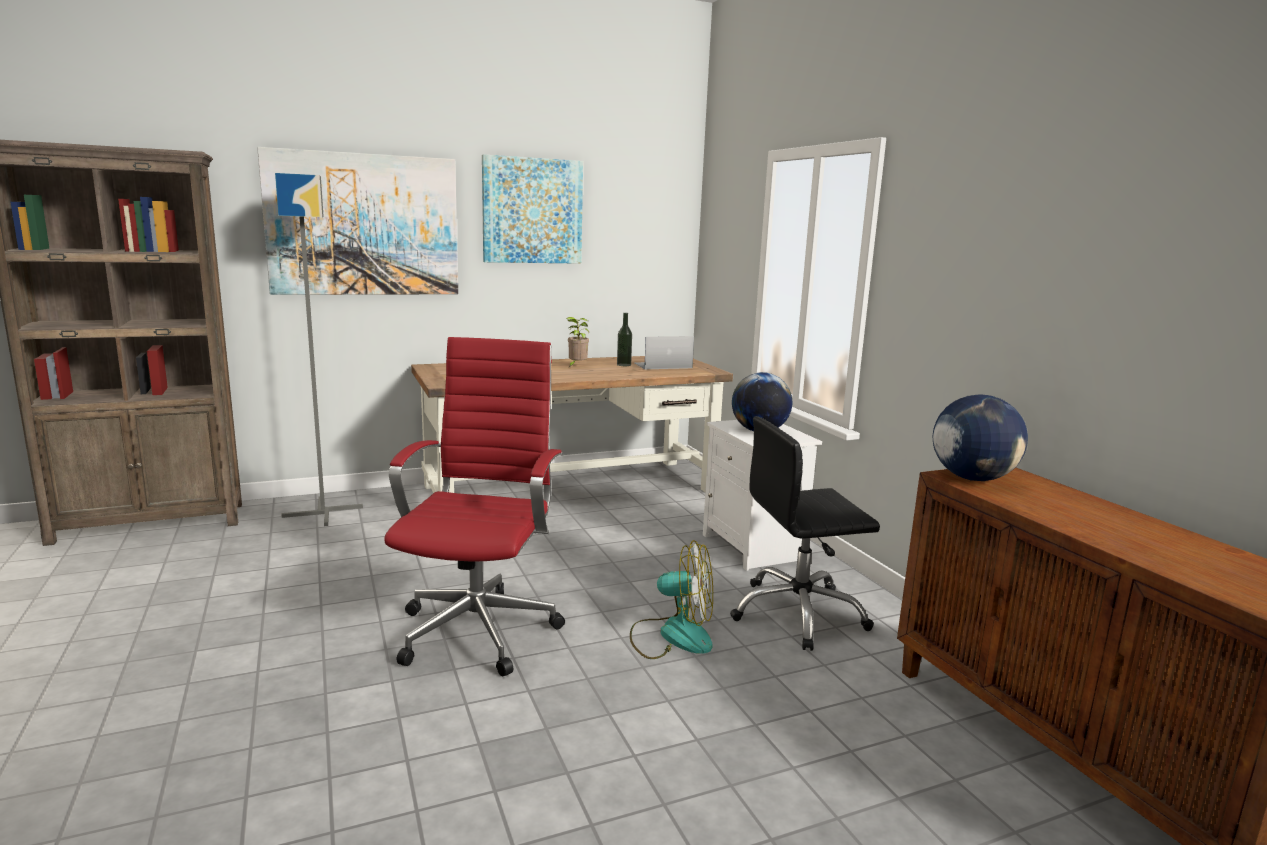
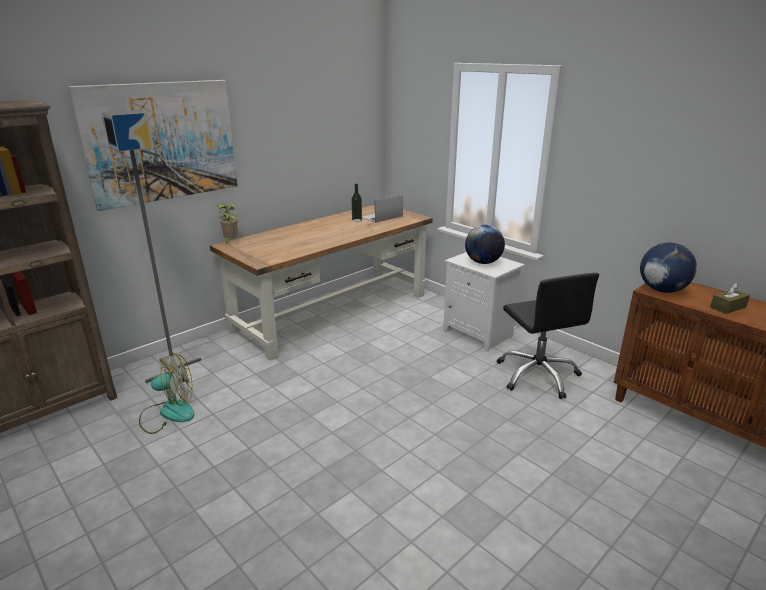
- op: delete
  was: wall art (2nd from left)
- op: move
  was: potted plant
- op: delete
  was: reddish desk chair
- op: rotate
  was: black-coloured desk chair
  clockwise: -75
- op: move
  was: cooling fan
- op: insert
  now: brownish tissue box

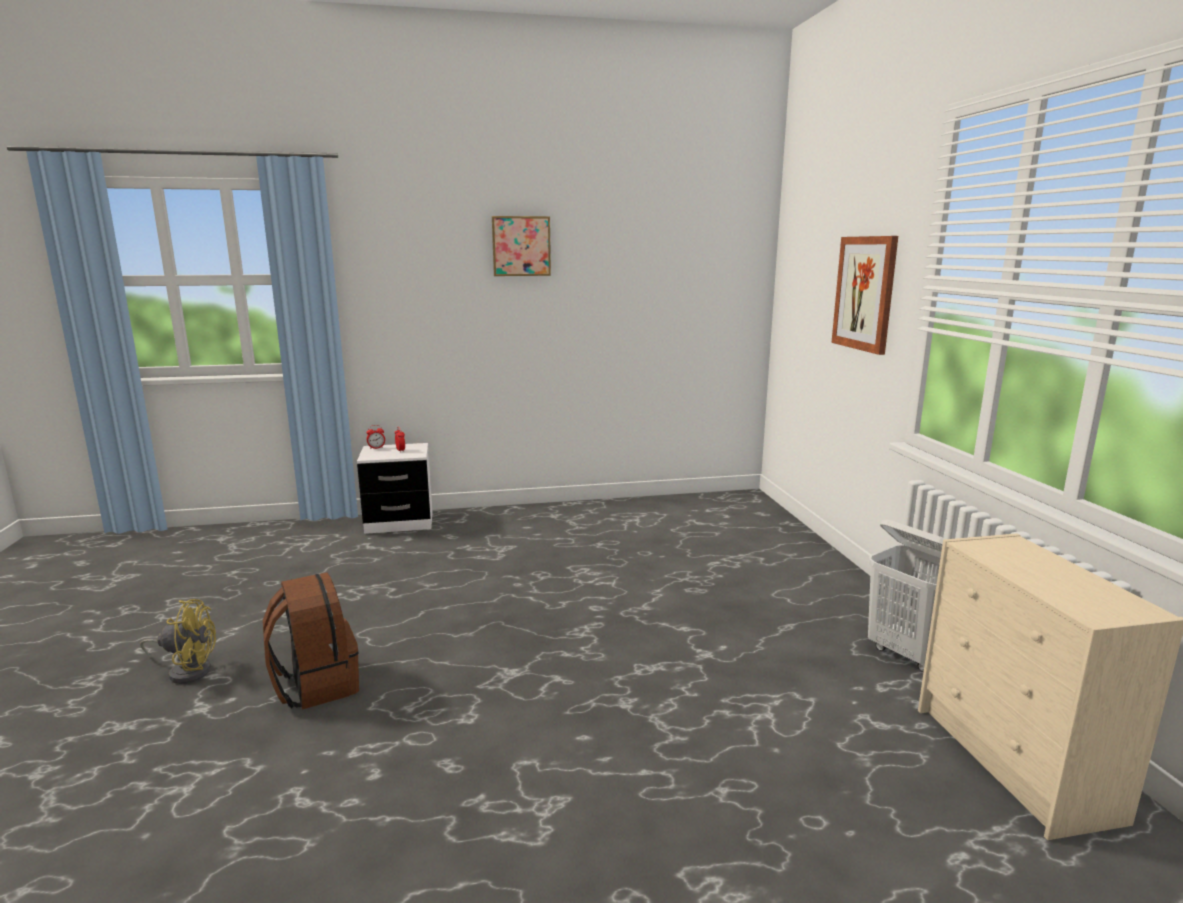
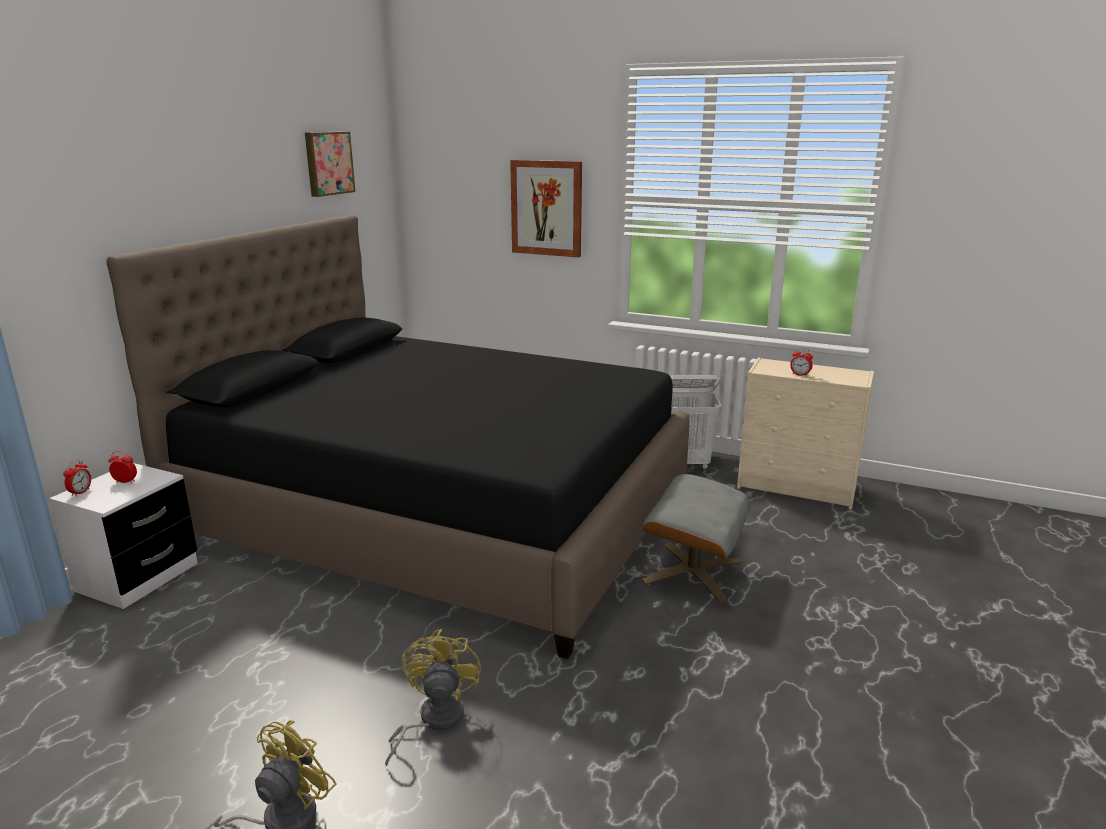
- op: move
  was: wall art (1st from left)
- op: replace
  was: brownish backpack
  now: yellow-coloured cooling fan (2nd from left)
- op: insert
  now: black-coloured bedroom bed
- op: insert
  now: bedside clock (3rd from left)
- op: insert
  now: gray ottoman

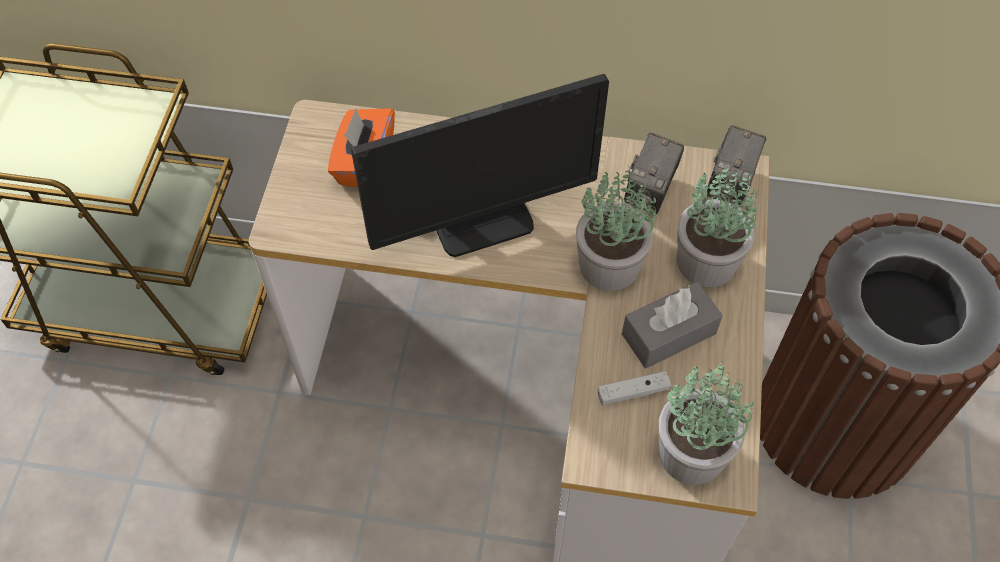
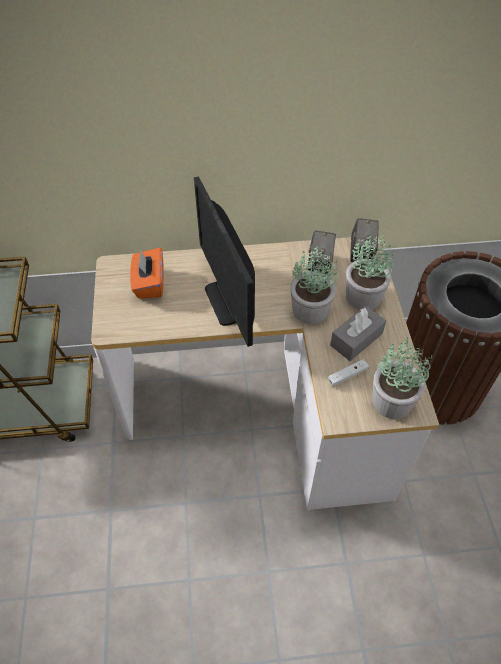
- op: rotate
  was: computer display
  clockwise: 105

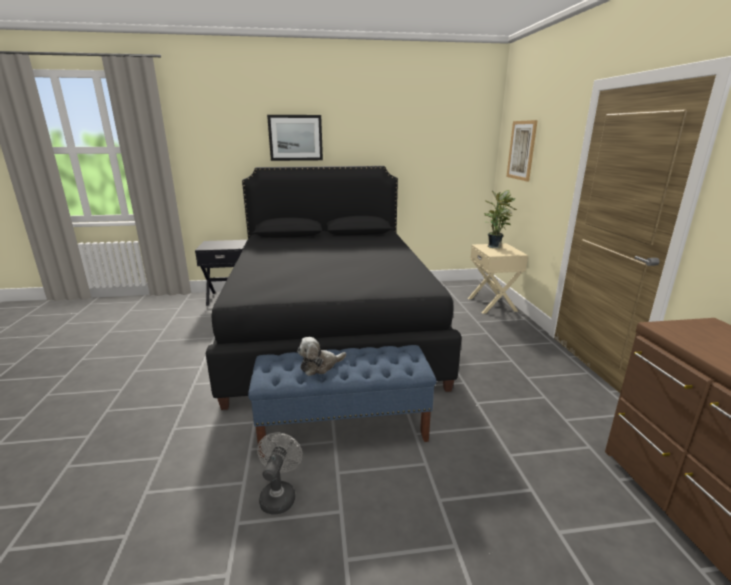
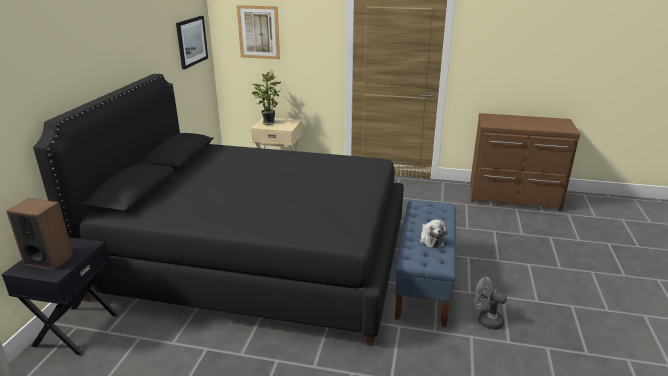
- op: move
  was: wall art (1st from left)
- op: insert
  now: loudspeaker

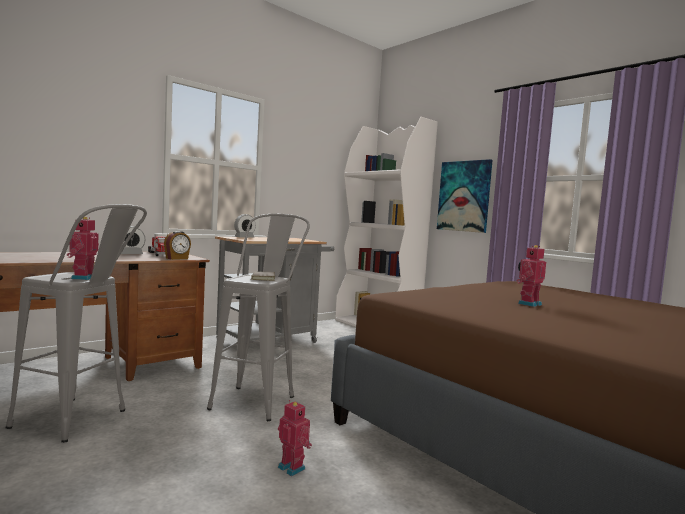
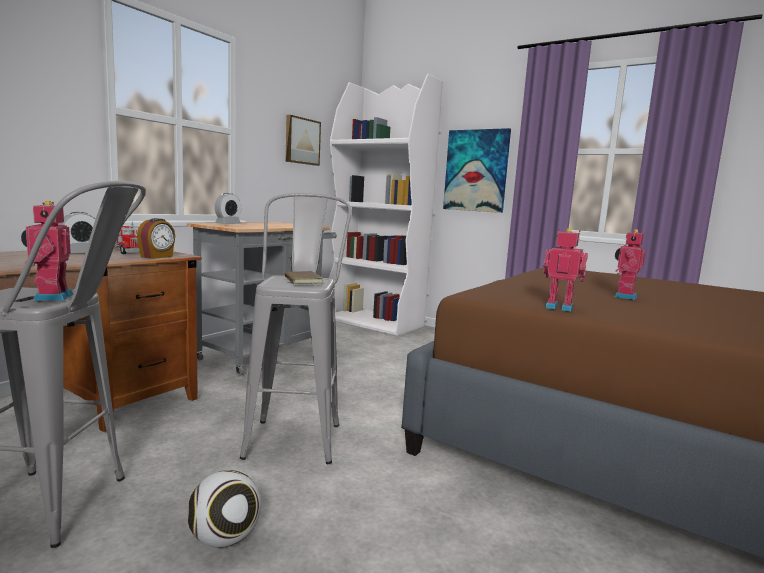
- op: move
  was: toy robot (2nd from left)
- op: insert
  now: wall art (1st from left)
- op: insert
  now: ball for football

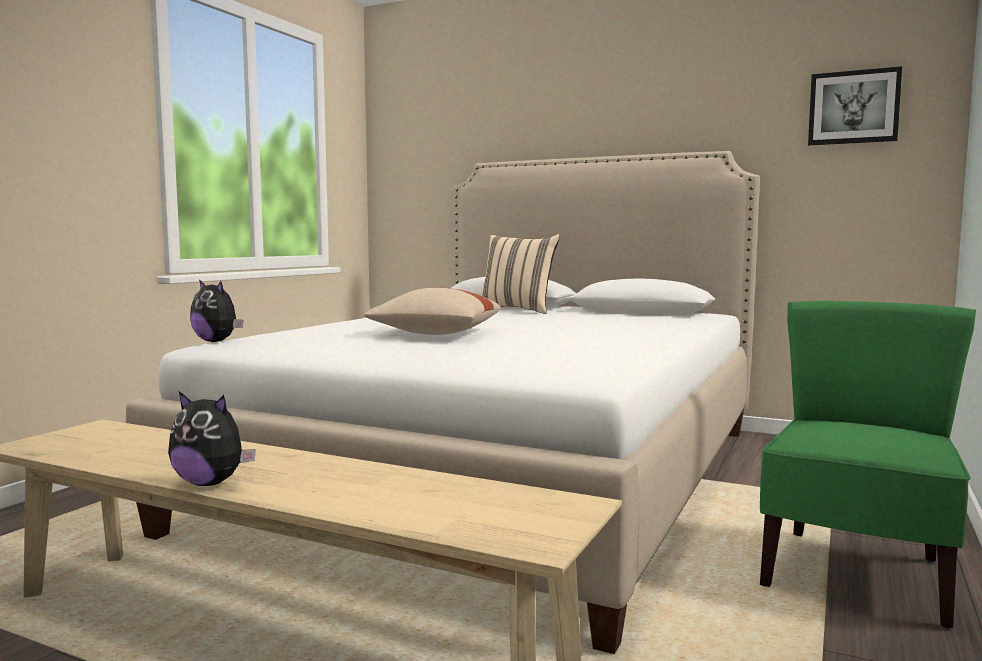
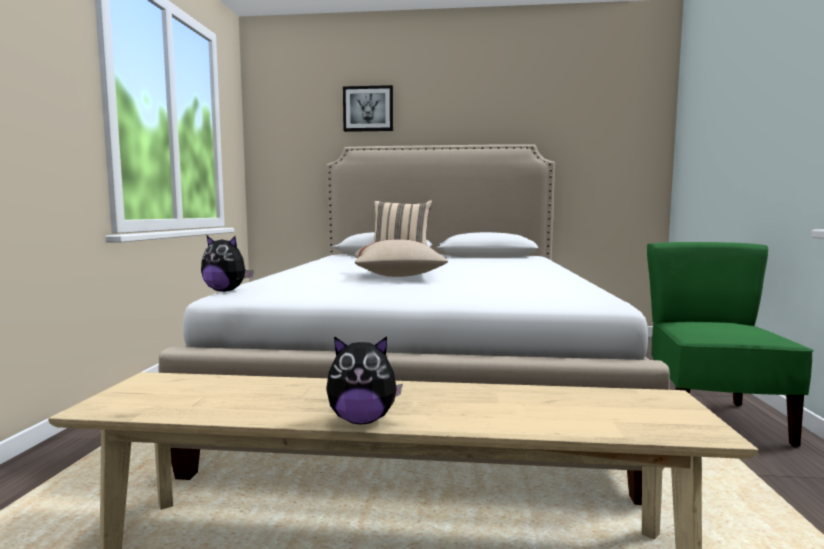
- op: move
  was: wall art

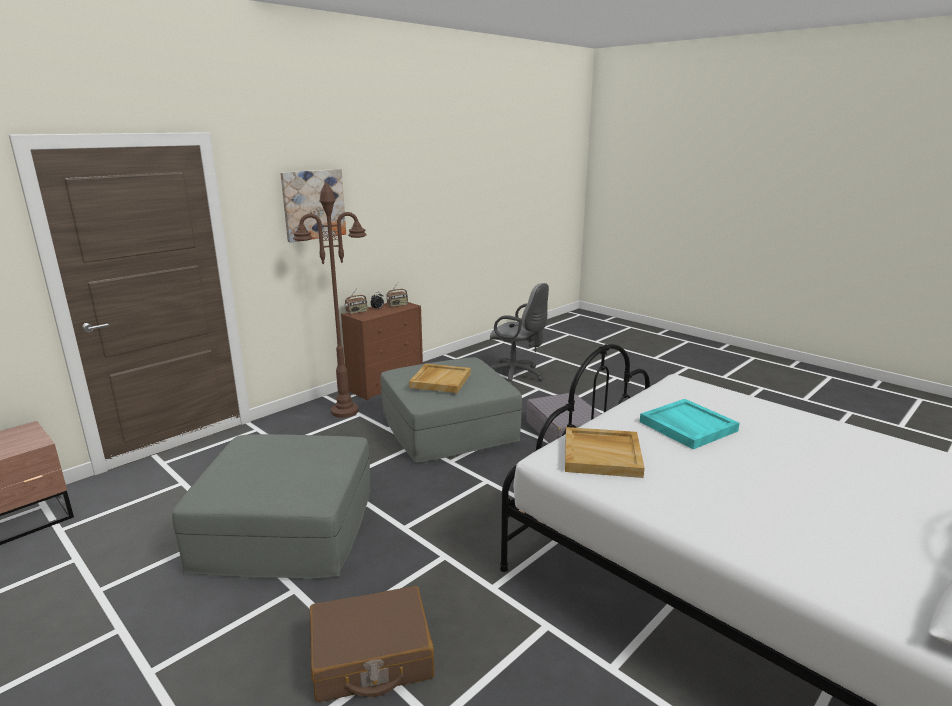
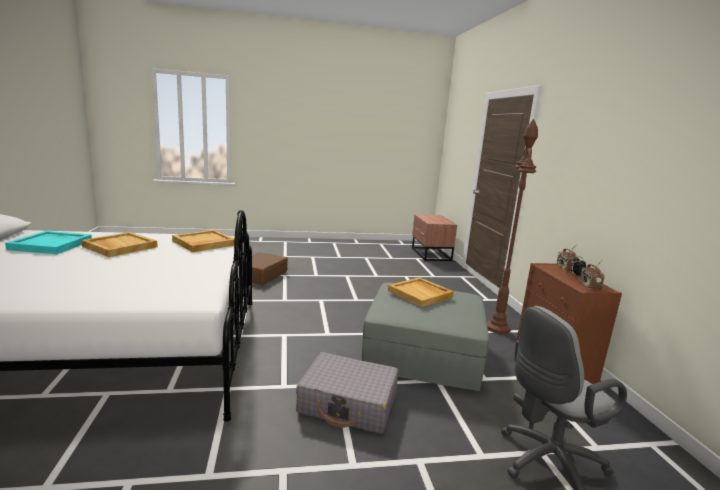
- op: delete
  was: wall art
- op: move
  was: blue-green carrying tray
- op: delete
  was: gray ottoman (1st from left)
- op: insert
  now: beige carrying tray (1st from left)

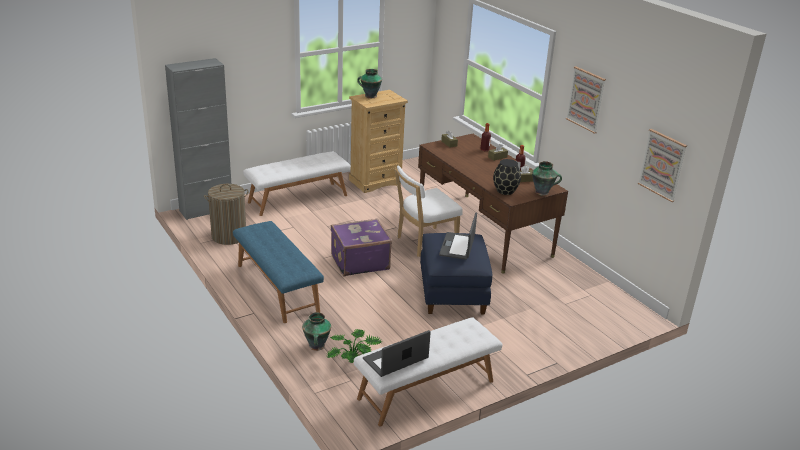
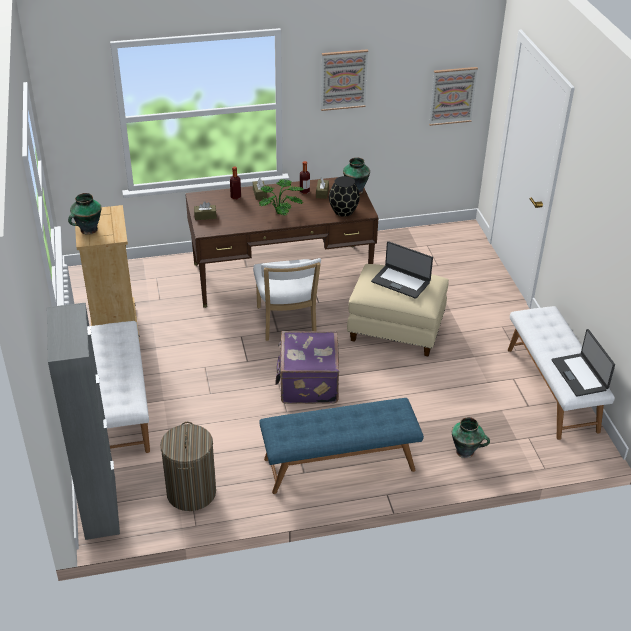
- op: recolor
  was: bluish ottoman
  now: beige ottoman
- op: move
  was: potted plant

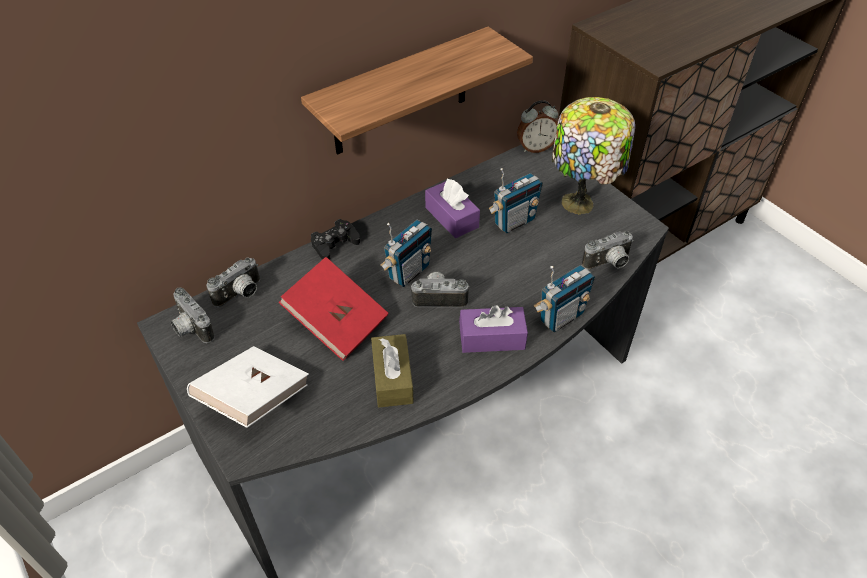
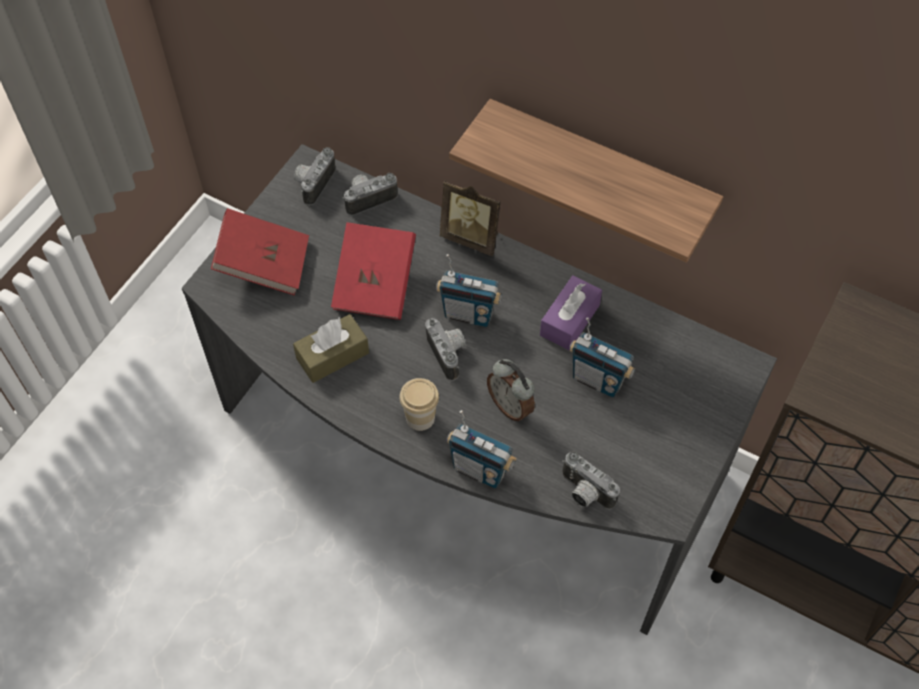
- op: delete
  was: tabletop lamp
- op: move
  was: bedside clock
- op: replace
  was: black-coloured joypad
  now: picture frame
- op: rotate
  was: still camera (2nd from left)
  clockwise: 135
- op: replace
  was: purple-coloured tissue box (2nd from left)
  now: cup
- op: recolor
  was: whitish bound book
  now: reddish bound book (1st from left)

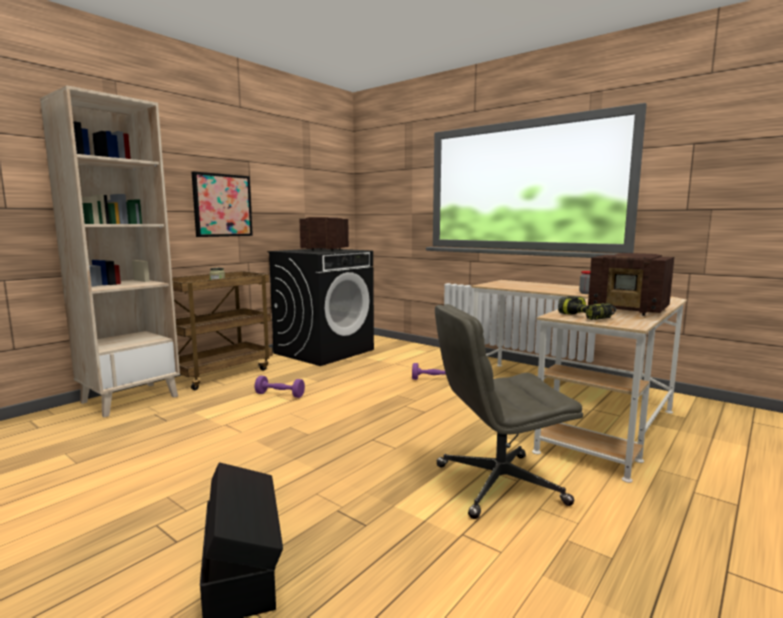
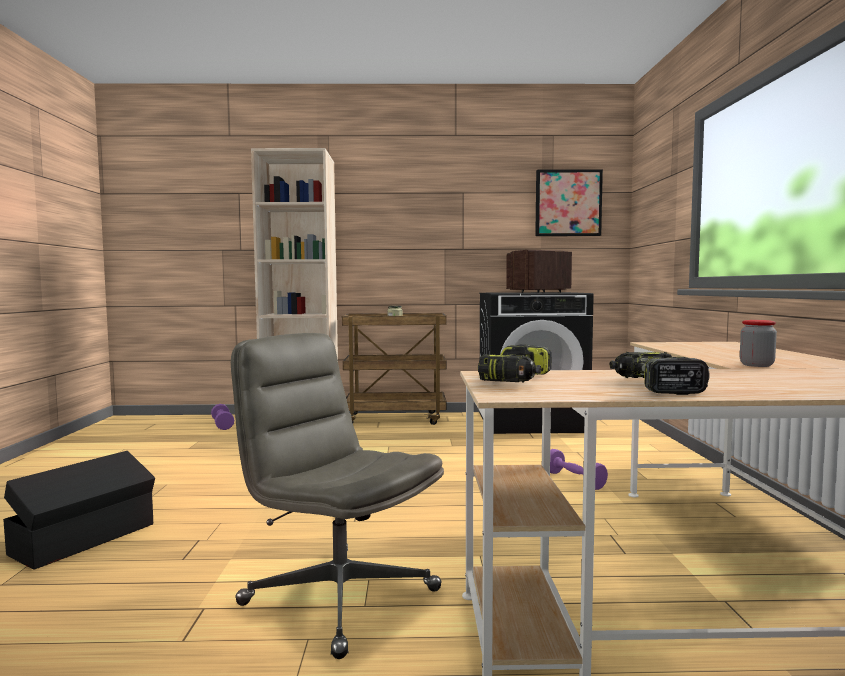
- op: move
  was: wall art
- op: replace
  was: radio (2nd from left)
  now: electric drill (2nd from left)
- op: move
  was: purple-coloured dumbbell (1st from left)

